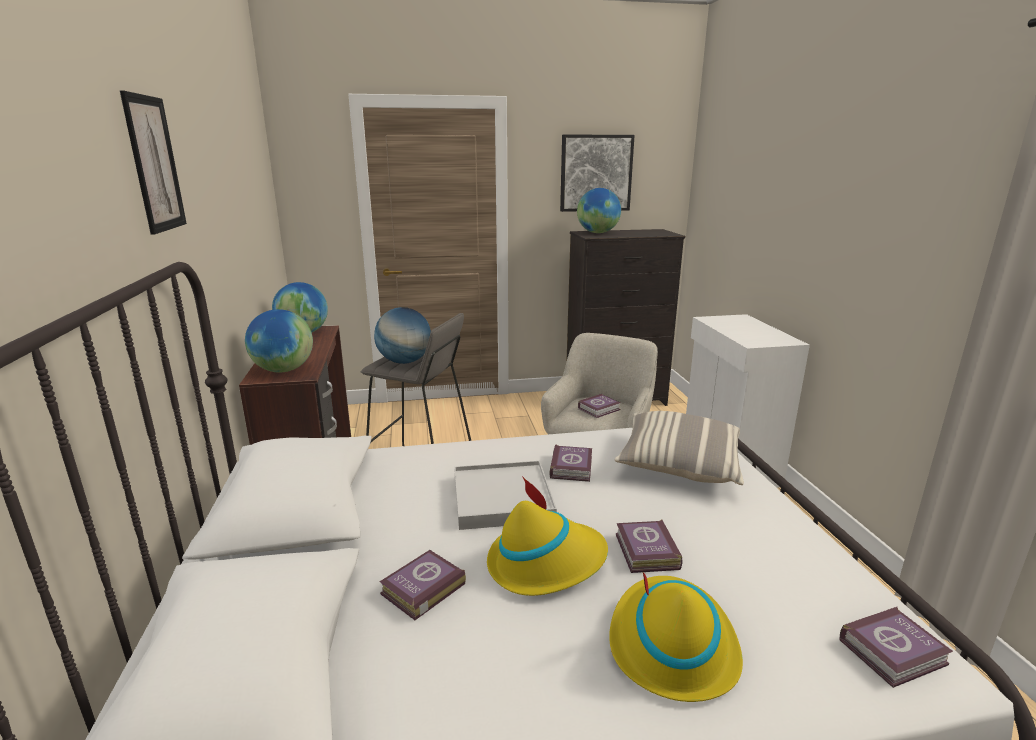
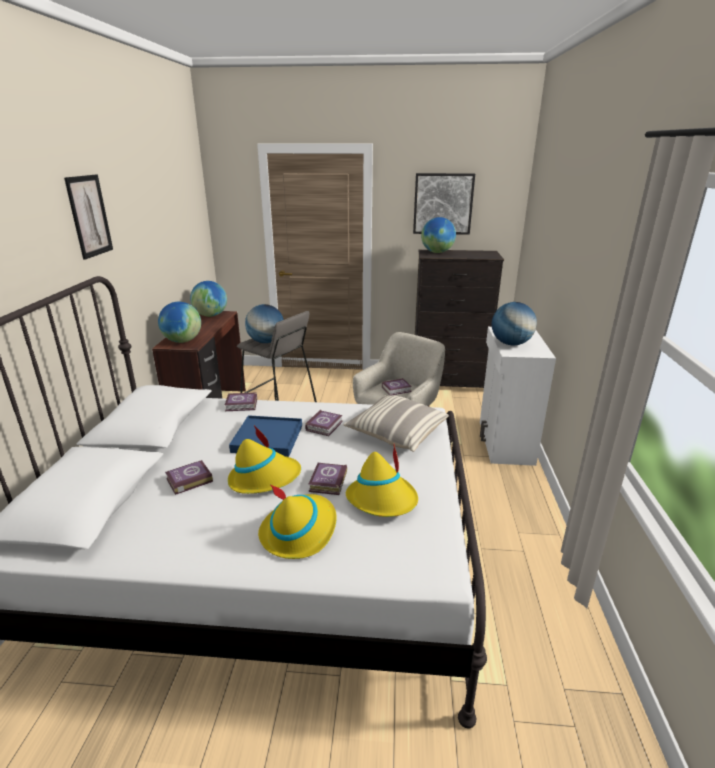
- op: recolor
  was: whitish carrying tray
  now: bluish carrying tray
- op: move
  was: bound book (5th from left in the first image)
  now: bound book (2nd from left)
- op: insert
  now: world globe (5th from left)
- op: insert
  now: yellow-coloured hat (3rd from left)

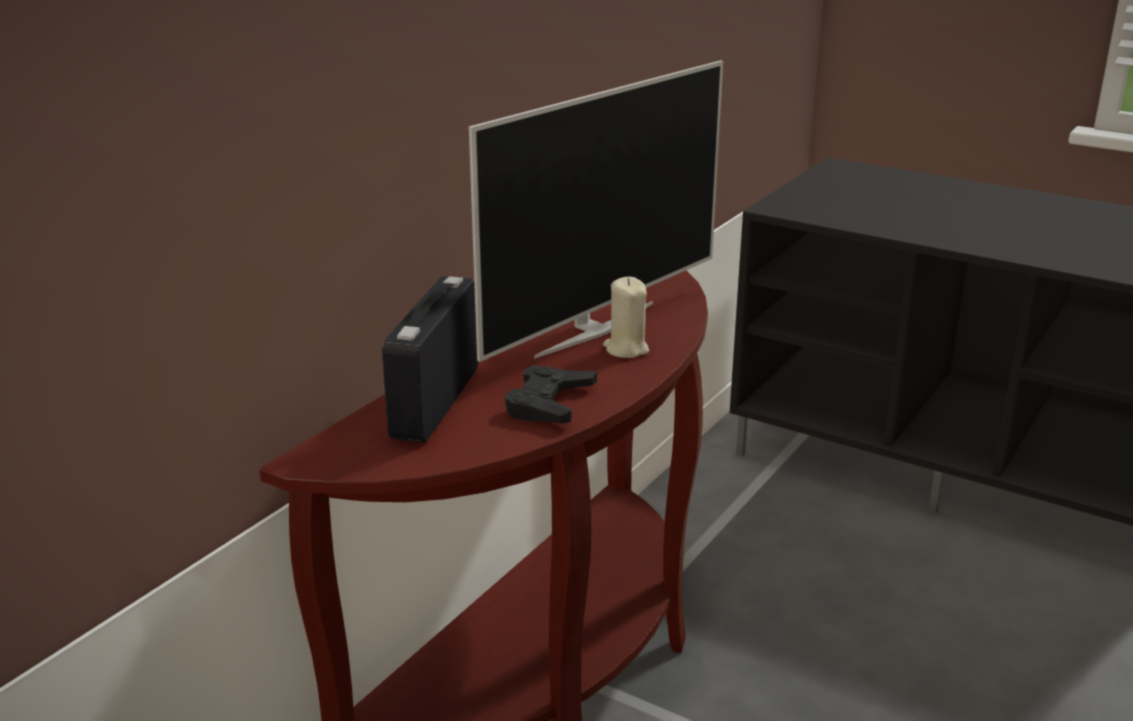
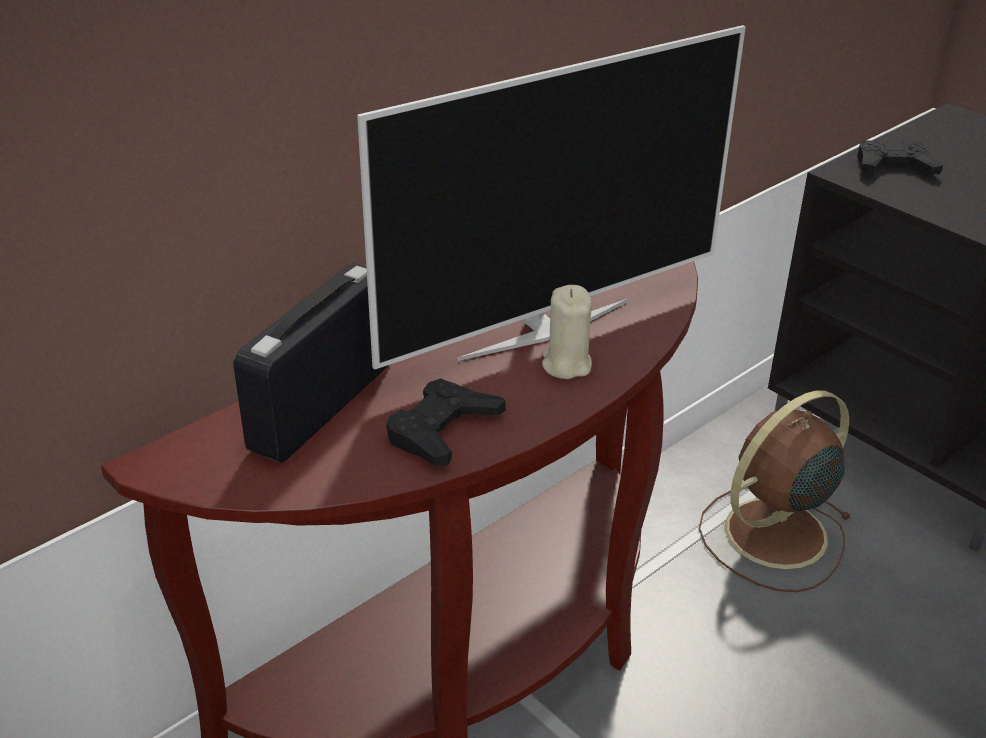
- op: insert
  now: black-coloured joypad (2nd from left)
- op: insert
  now: brownish cooling fan

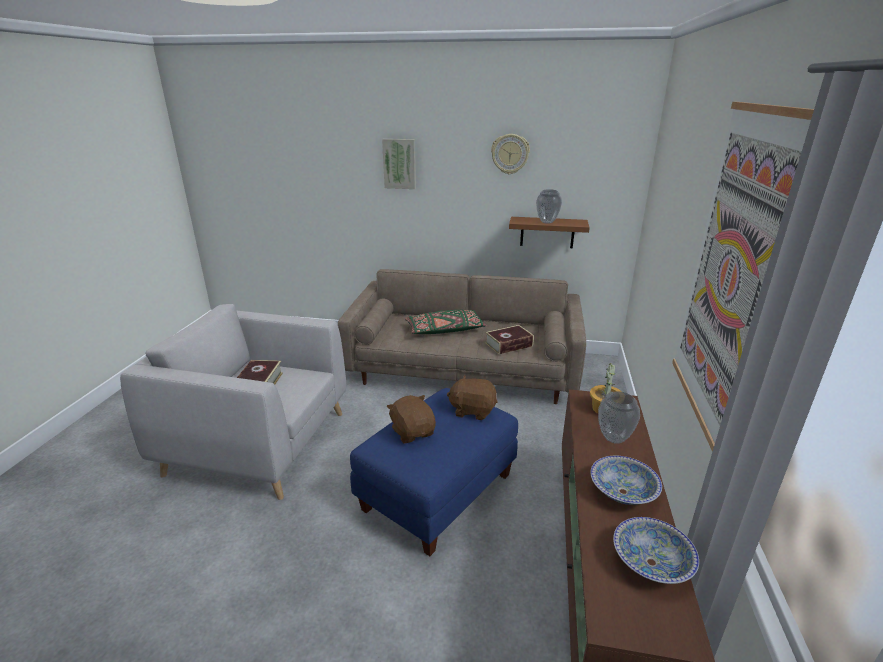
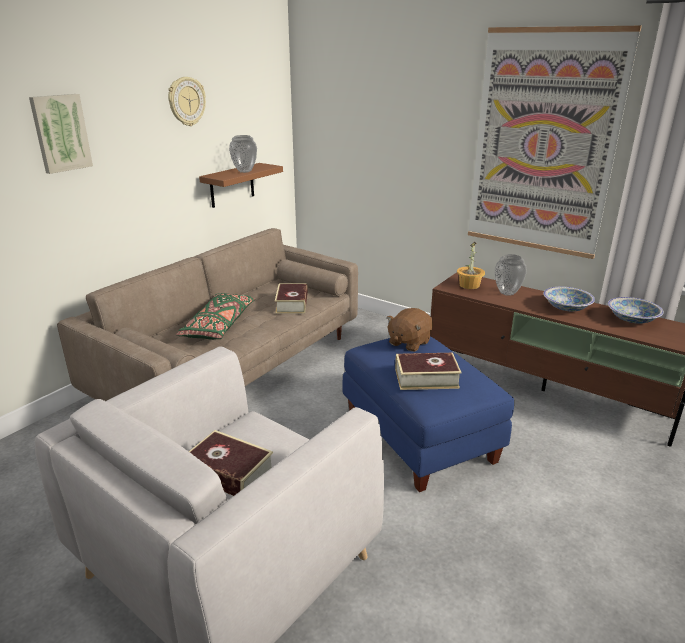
- op: replace
  was: brownish plush toy (1st from left)
  now: bound book (3rd from left)

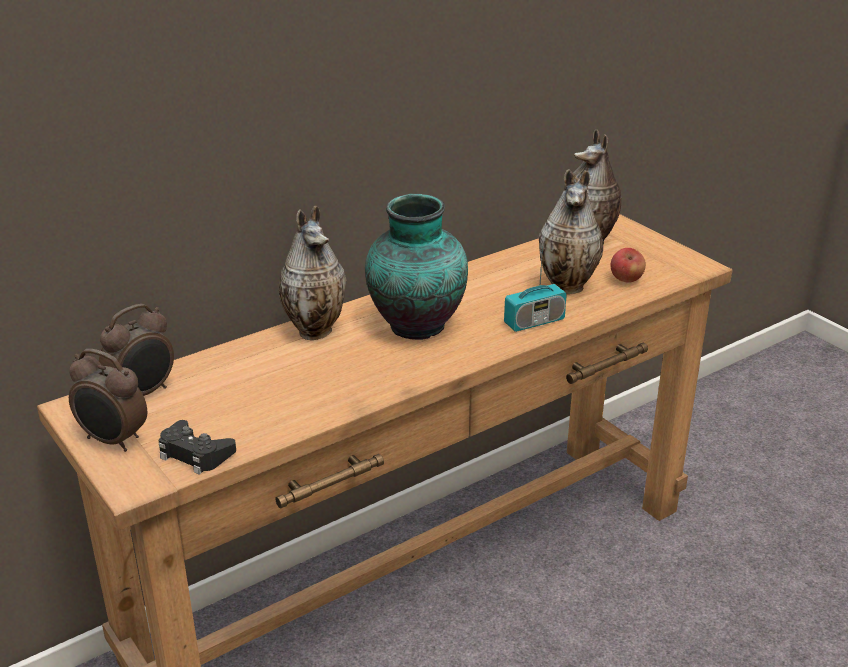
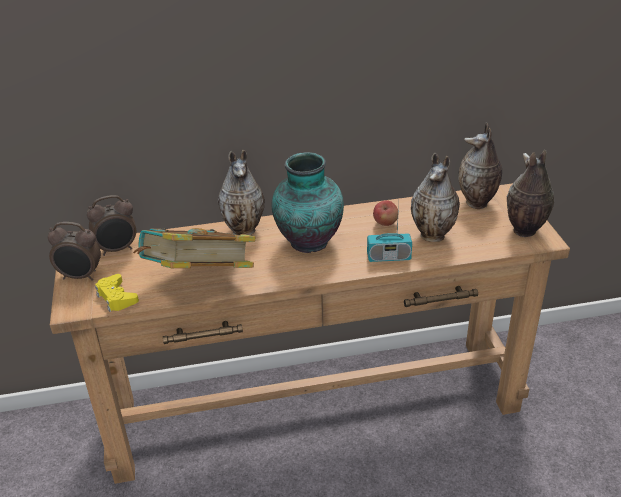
- op: move
  was: apple
- op: rotate
  was: bedside clock (1st from left)
  clockwise: -45
- op: recolor
  was: black-coloured joypad
  now: yellow-coloured joypad
- op: insert
  now: vase (5th from left)
- op: insert
  now: bound book

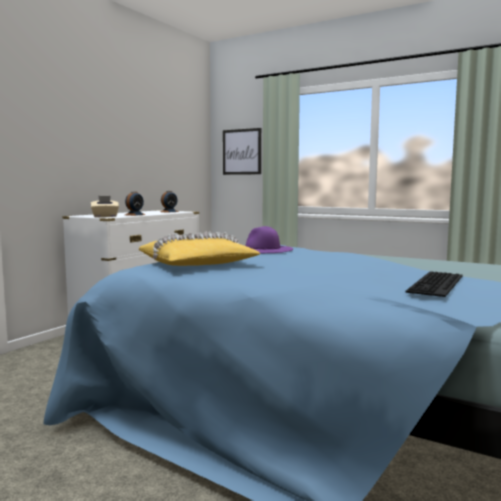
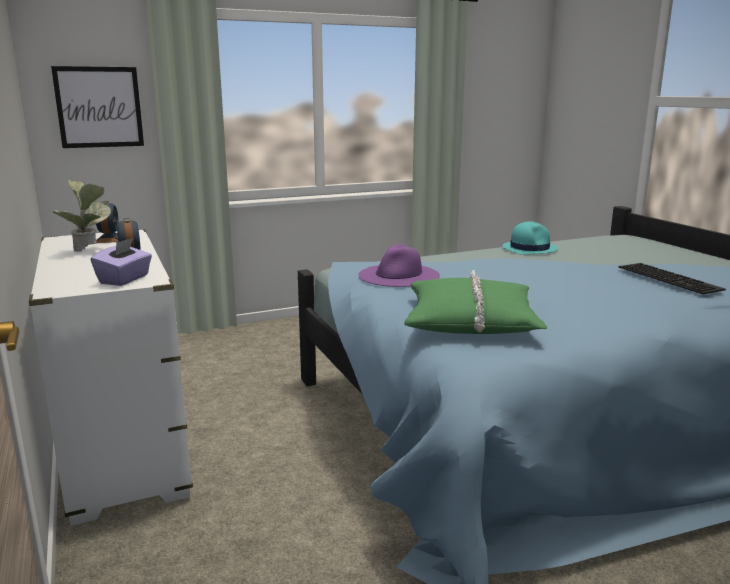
- op: recolor
  was: beige tissue box
  now: purple-coloured tissue box
- op: recolor
  was: yellow-coloured cushion
  now: green-coloured cushion
- op: insert
  now: potted plant
- op: insert
  now: blue-green hat

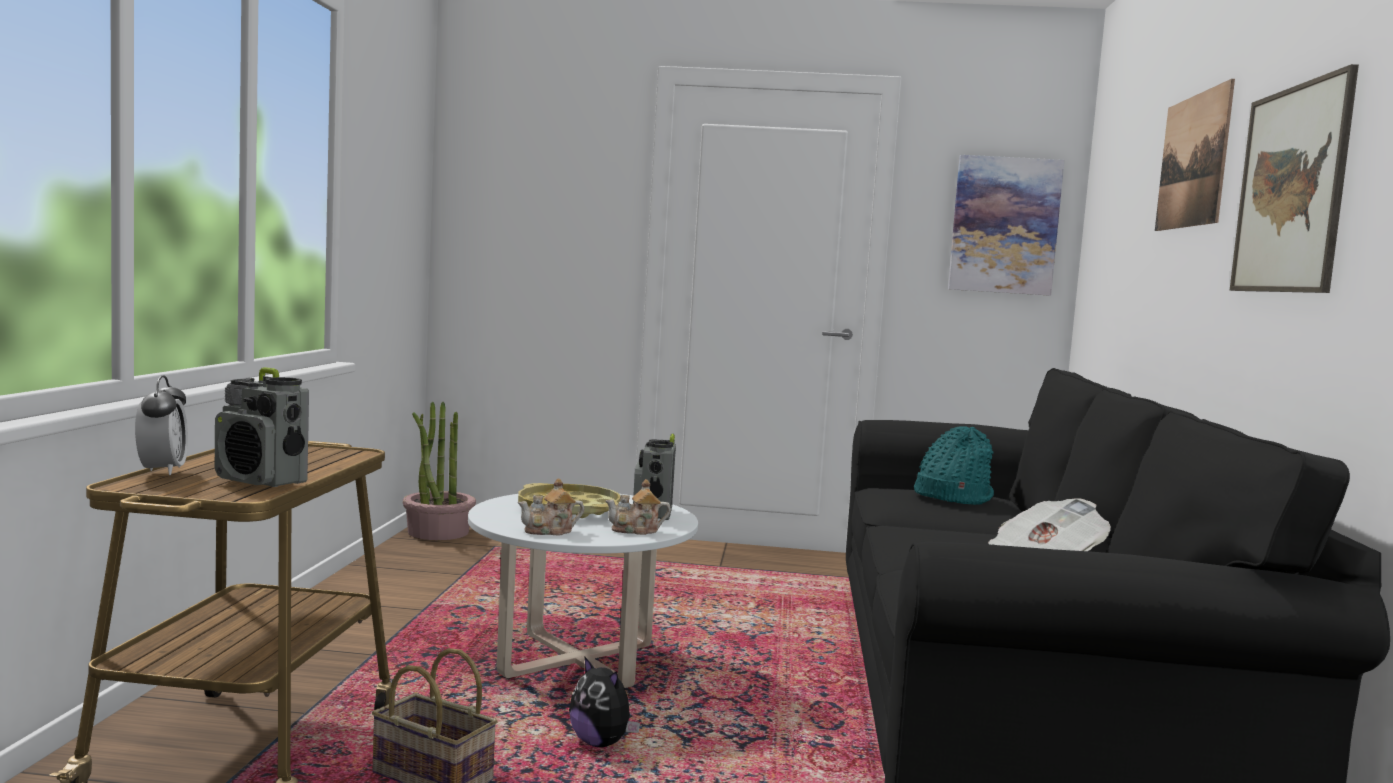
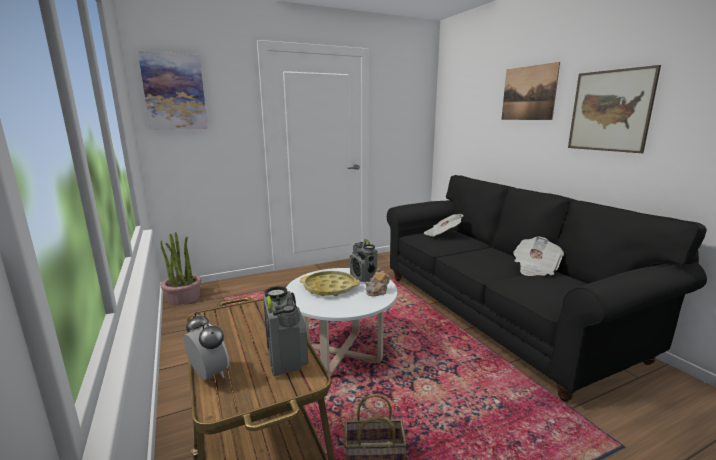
- op: move
  was: wall art (1st from left)
- op: rotate
  was: radio (1st from left)
  clockwise: -105
- op: replace
  was: blue-green hat
  now: daily paper (1st from left)
- op: delete
  was: teapot (1st from left)
- op: delete
  was: plush toy

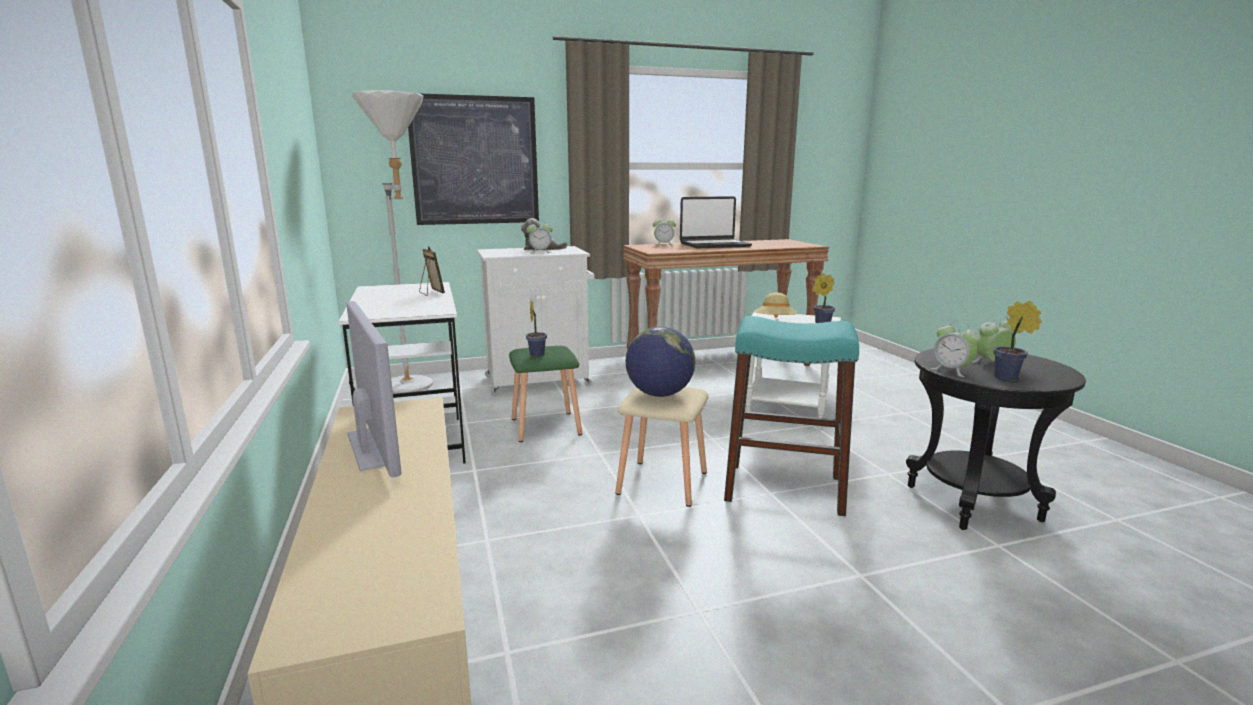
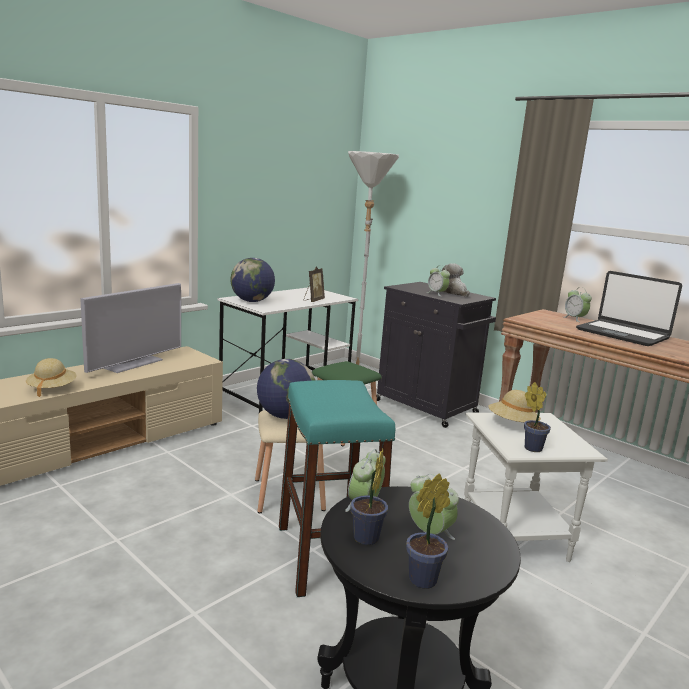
- op: delete
  was: wall art
- op: recolor
  was: whitish cupboard
  now: black-coloured cupboard
- op: move
  was: potted plant (1st from left in the first image)
  now: potted plant (2nd from left)
- op: insert
  now: world globe (1st from left)
- op: insert
  now: beige hat (1st from left)

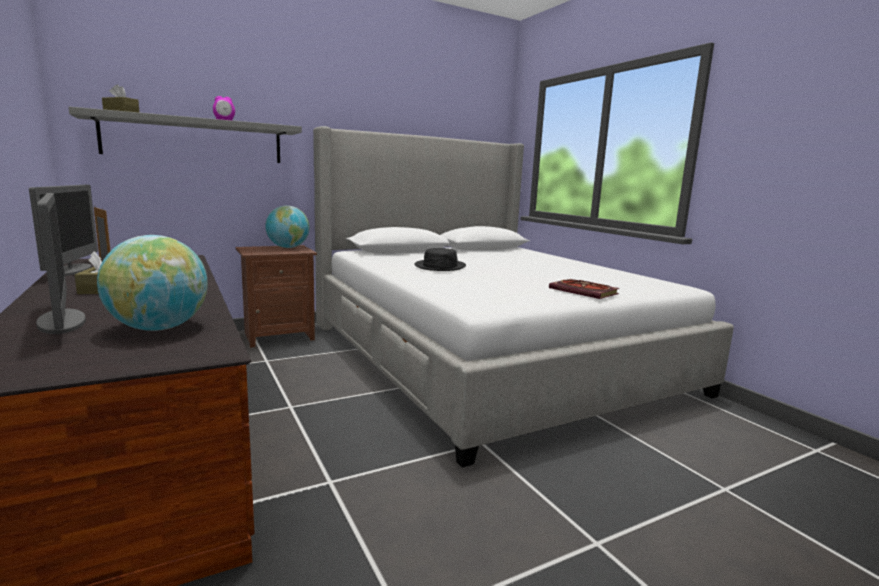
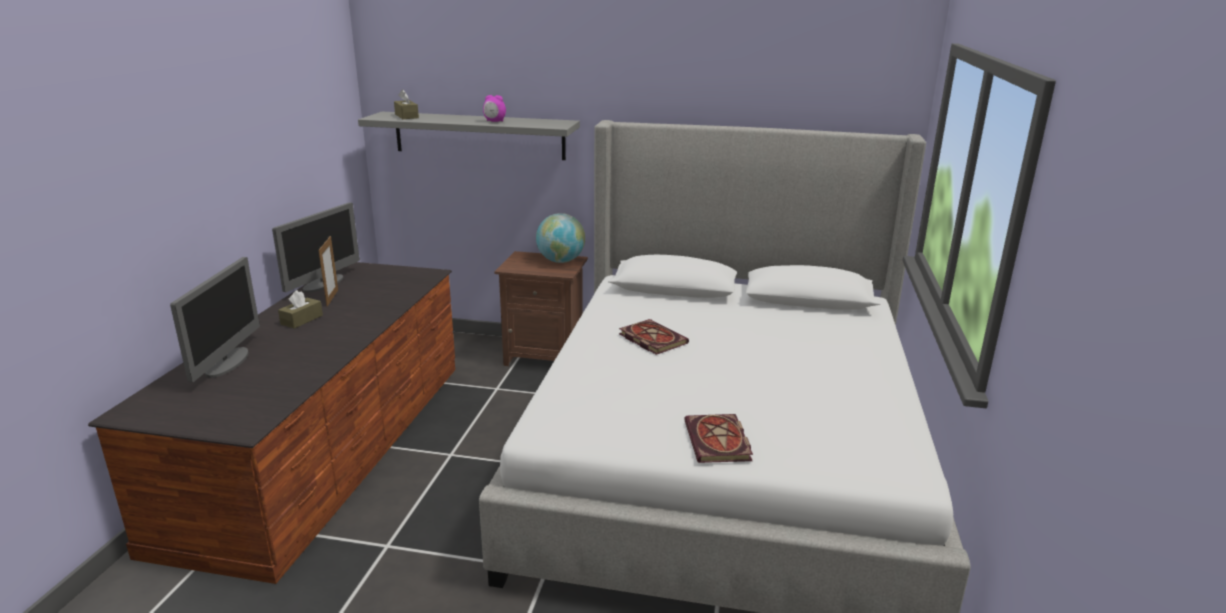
- op: delete
  was: world globe (1st from left)
- op: replace
  was: black-coloured hat
  now: bound book (1st from left)

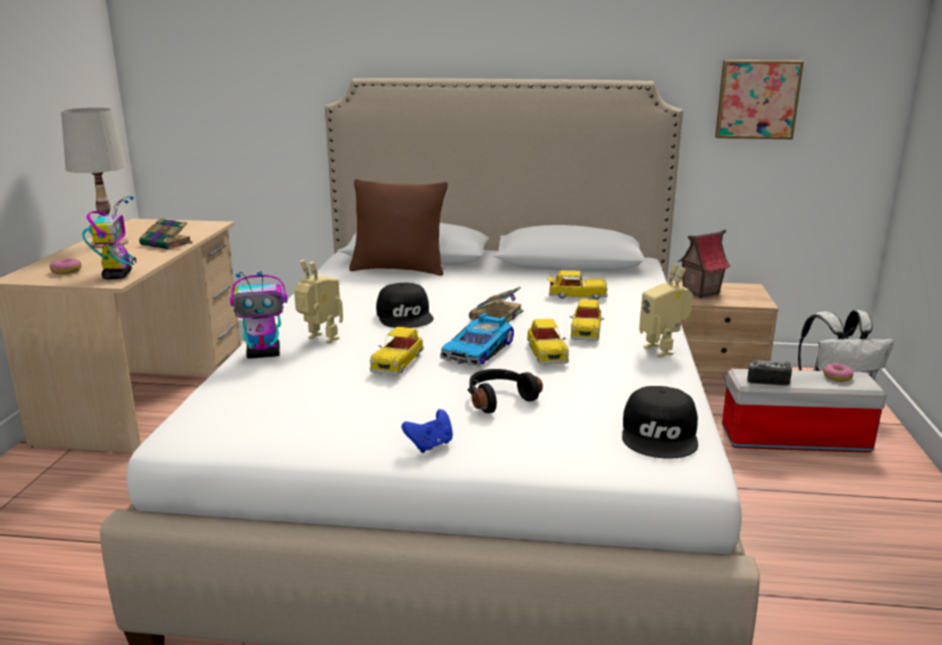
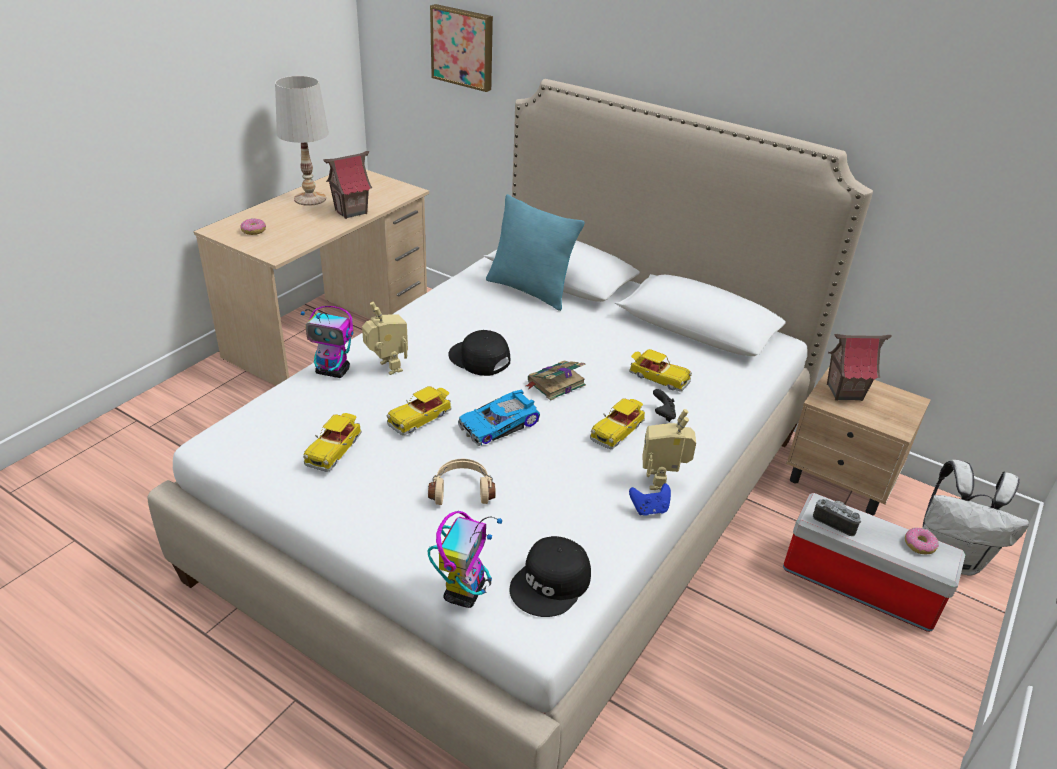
- op: move
  was: wall art
- op: recolor
  was: brownish cushion
  now: blue-green cushion
- op: move
  was: toy robot (1st from left in the first image)
  now: toy robot (3rd from left)
- op: replace
  was: bound book (1st from left)
  now: toy house (1st from left)
- op: rotate
  was: black-coloured baseball cap (1st from left)
  clockwise: 120
- op: move
  was: miniature car (3rd from left in the first image)
  now: miniature car (1st from left)
- op: recolor
  was: black-coloured pair of headphones
  now: beige pair of headphones
- op: move
  was: bluish joypad
- op: insert
  now: black-coloured joypad

